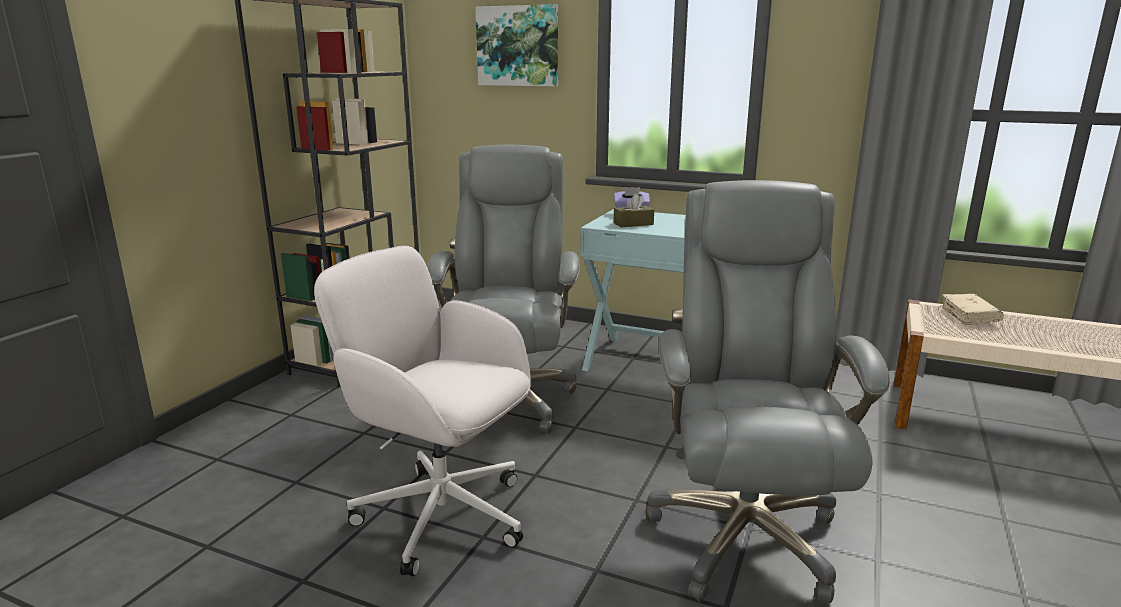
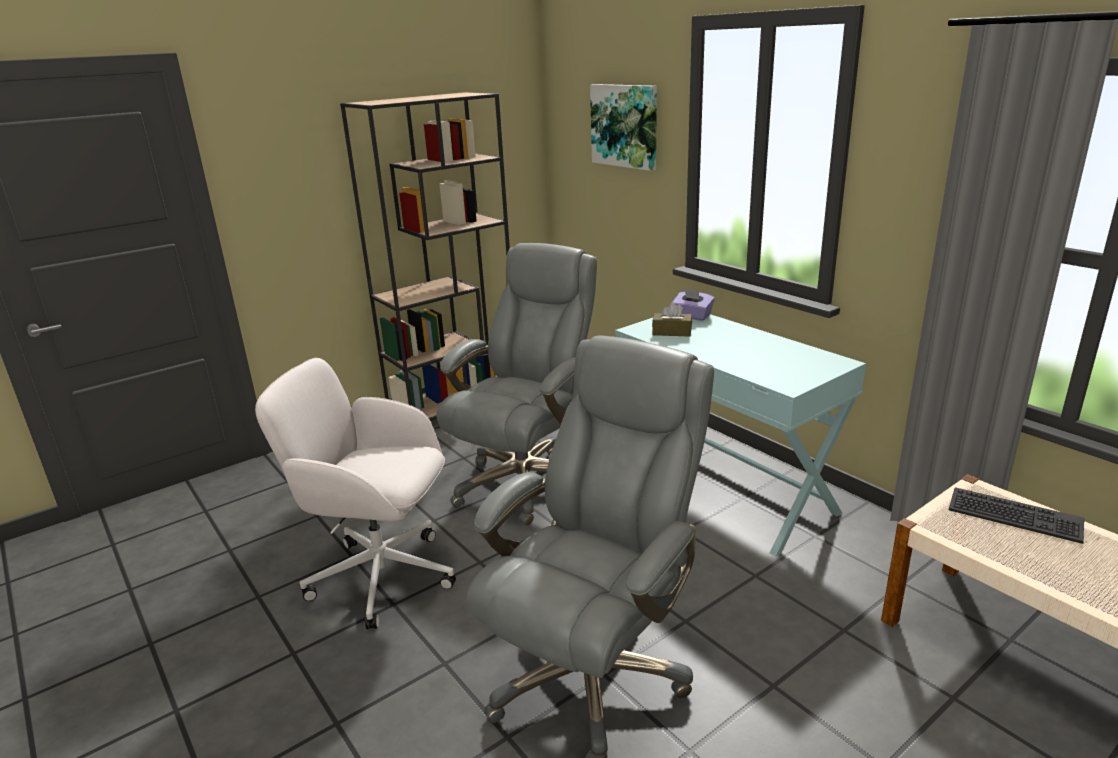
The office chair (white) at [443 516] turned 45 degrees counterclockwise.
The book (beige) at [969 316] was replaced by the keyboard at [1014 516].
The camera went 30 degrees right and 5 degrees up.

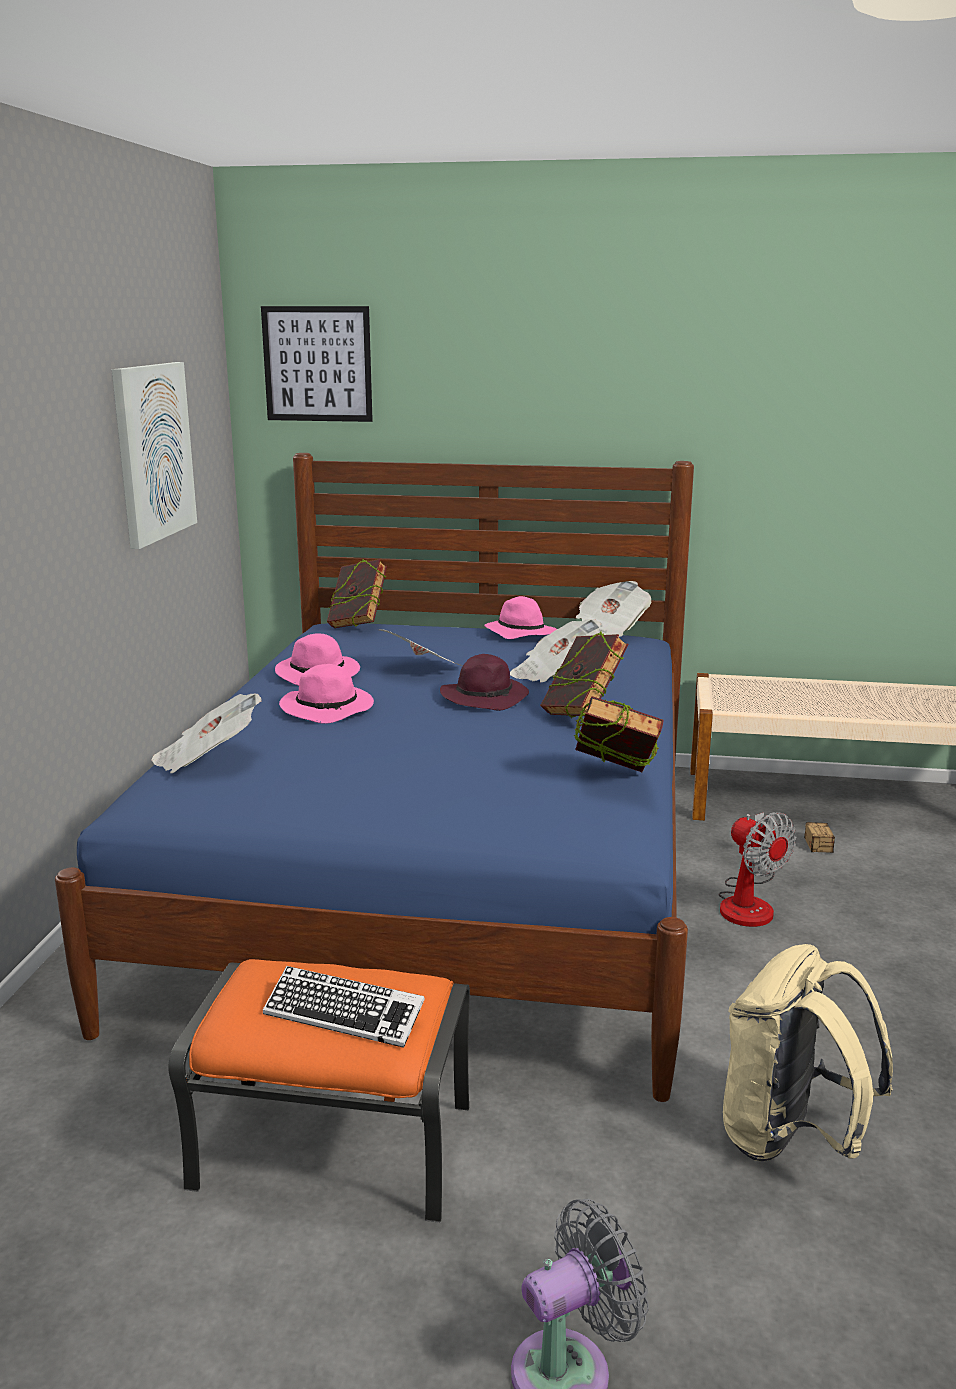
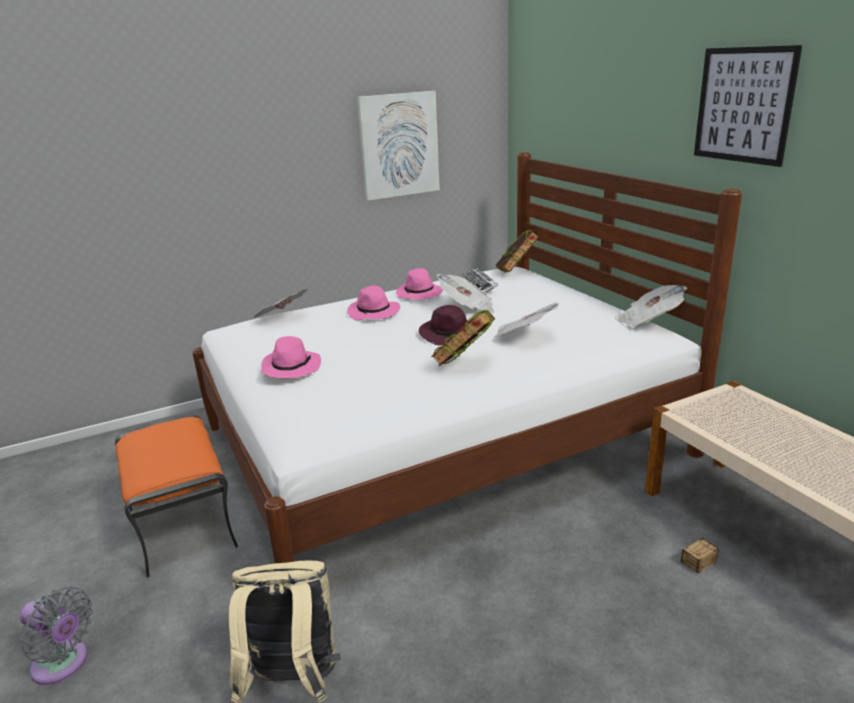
The bed (blue) at [441 877] became the bed (white) at [440 441].
The picture moved from [317 364] to [743 105].
The keyboard moved from [344 1014] to [478 285].
The hat (pink) moved from [519 633] to [290 368].
The book at [615 781] disappeared.
The fan at [749 903] disappeared.
The camera went 55 degrees right and 5 degrees up.

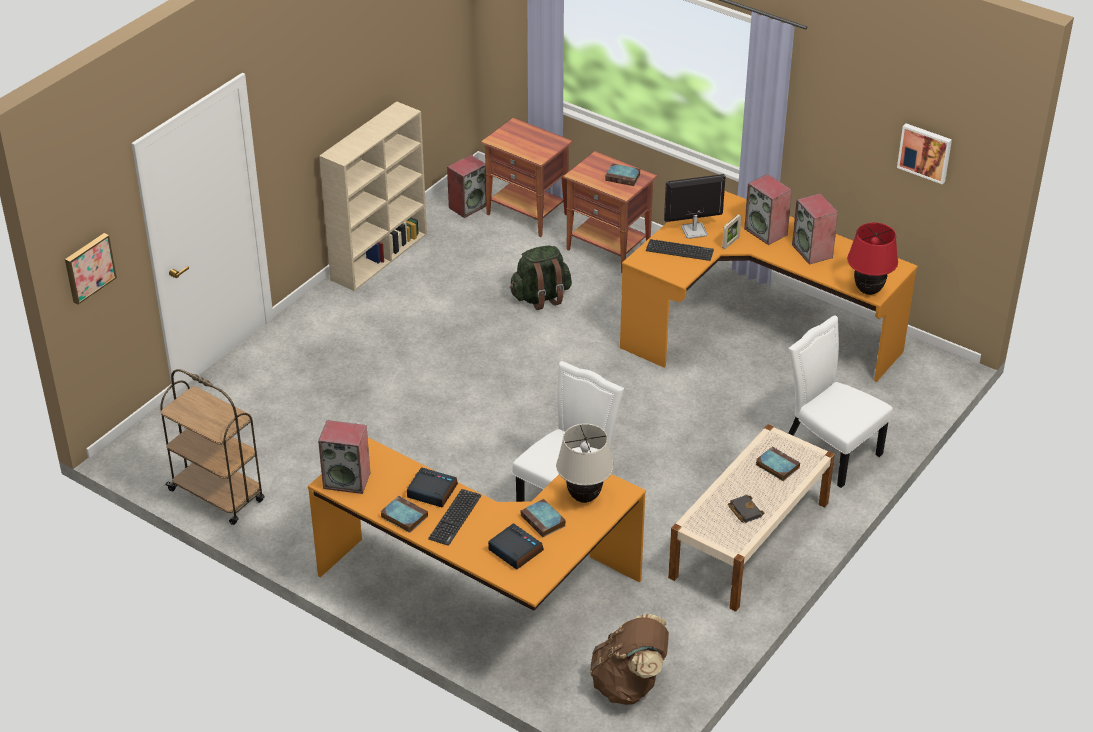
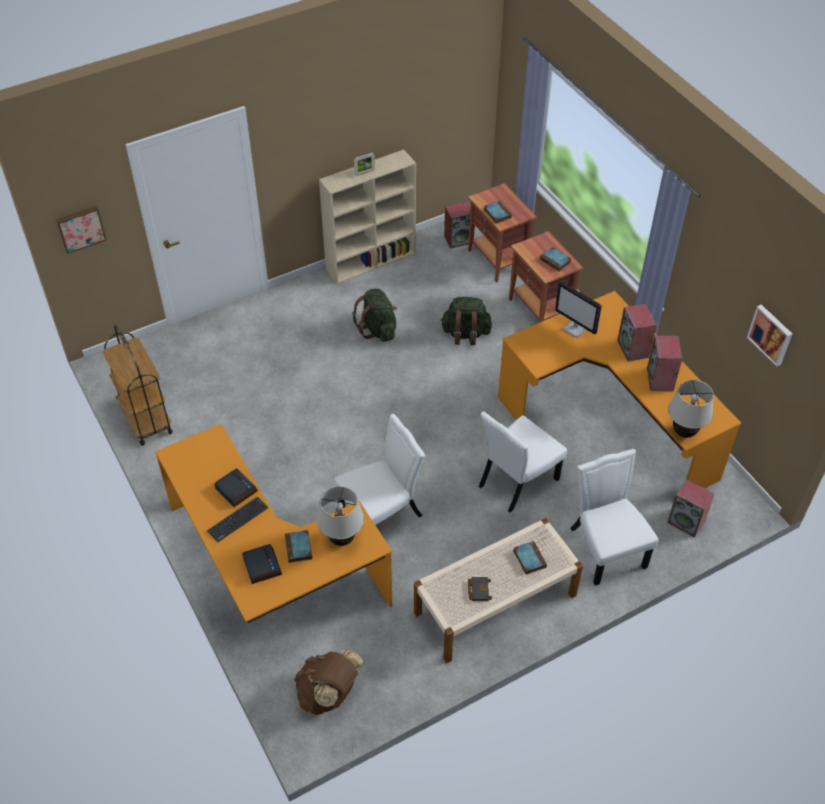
The speaker moved from [347 480] to [686 522].
The book moved from [403 516] to [496 213].
The keyboard at [679 250] disappeared.
The monitor at [693 231] turned 150 degrees counterclockwise.
The picture frame moved from [730 243] to [364 173].
The table lamp (red) at [868 291] became the table lamp (beige) at [684 432].
The backpack (green) at [378 329] appeared.
The chair (white) at [518 480] appeared.
The camera went 25 degrees right and 10 degrees up.

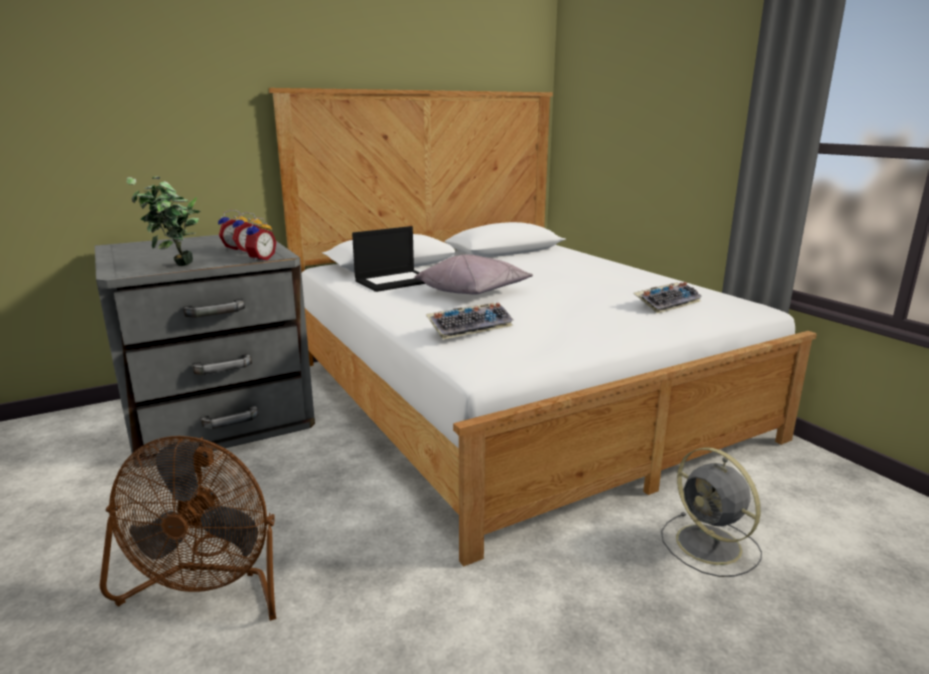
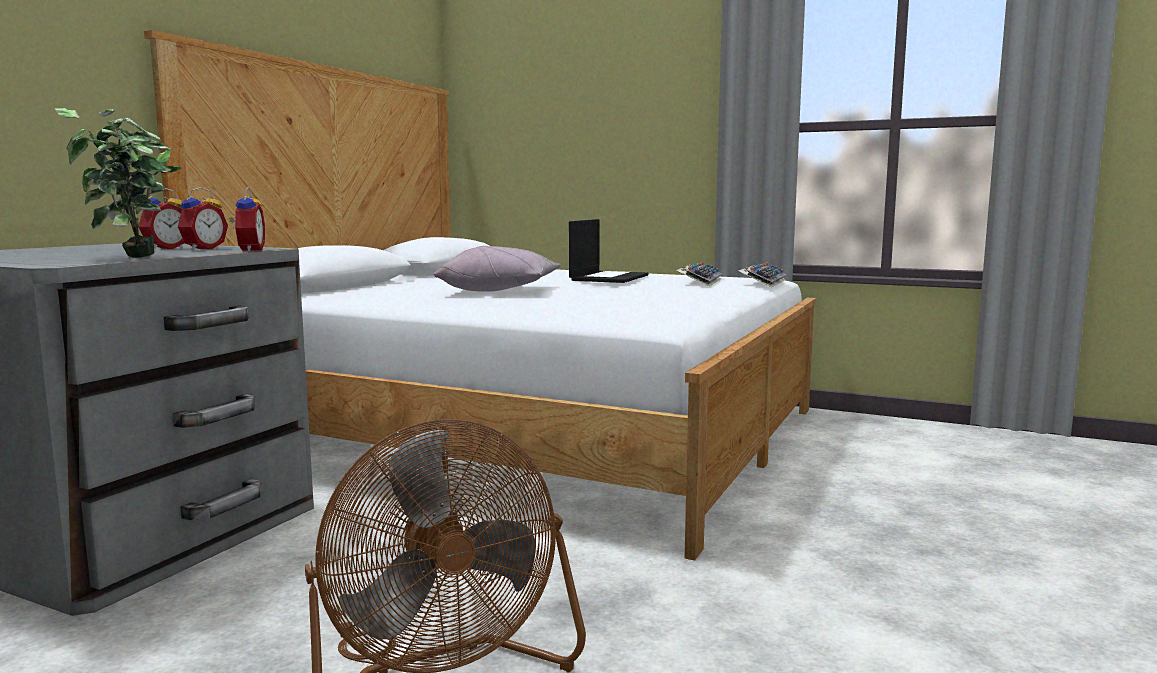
The laptop moved from [395 281] to [609 277].
The keyboard moved from [470 327] to [762 282].
The fan (grey) at [711 546] disappeared.
The camera went 35 degrees left and 10 degrees down.

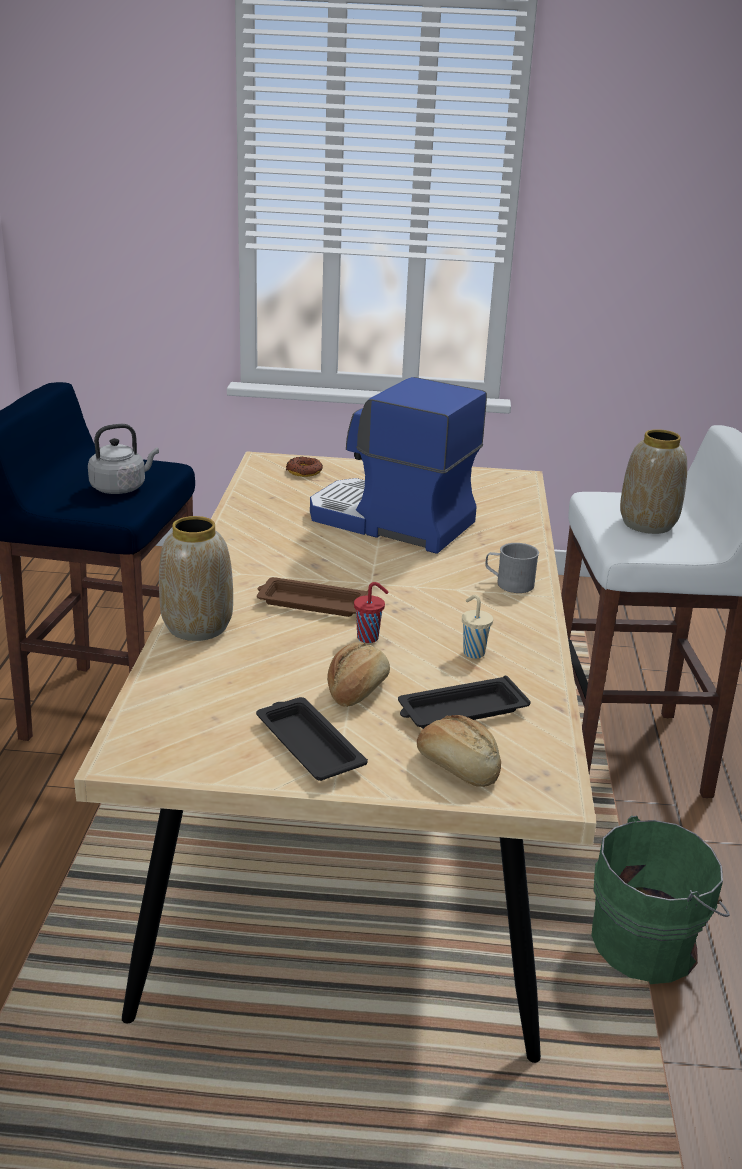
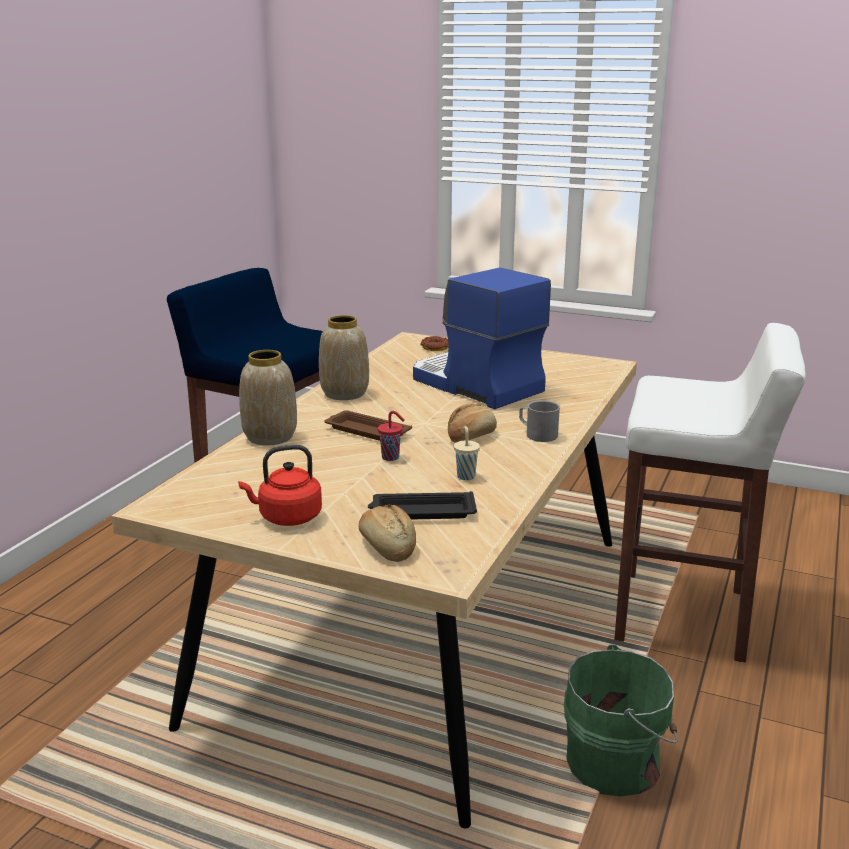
The kettle (grey) at [121 488] disappeared.
The tray (black) at [308 745] was replaced by the kettle (red) at [287 517].
The bread moved from [356 690] to [471 436].
The vase moved from [647 524] to [344 393].
The camera went 20 degrees right and 5 degrees down.

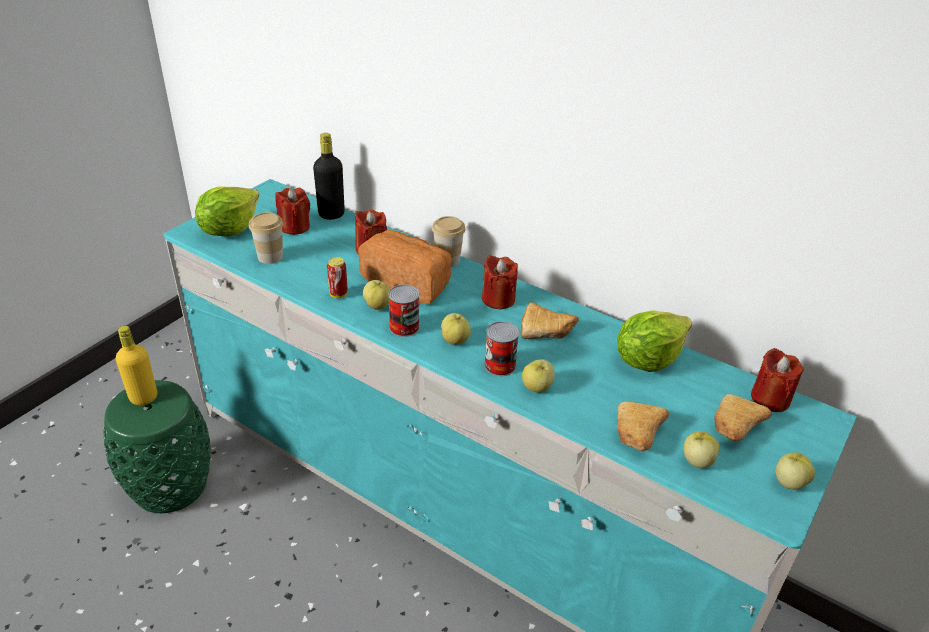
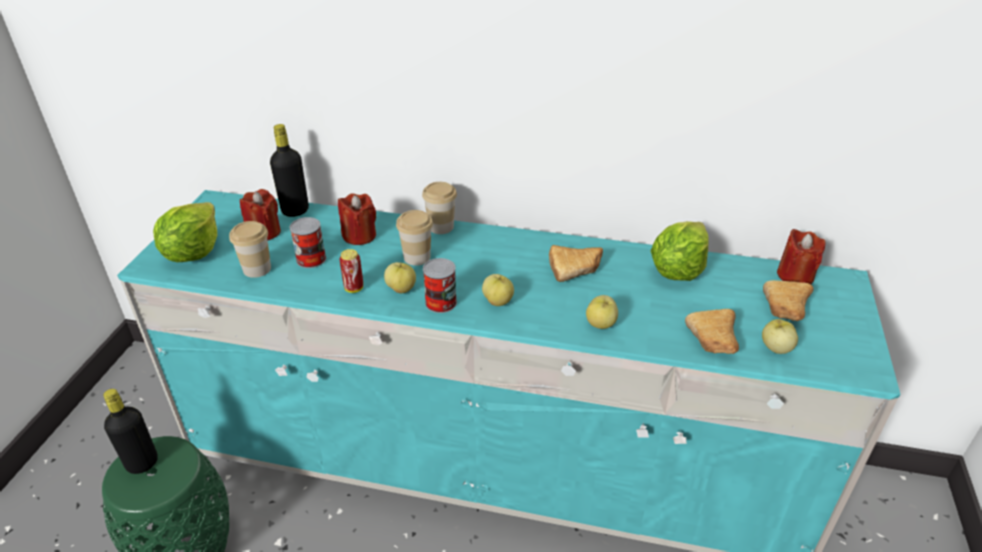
The bottle (yellow) at [143 398] became the bottle (black) at [142 463].
The bread at [408 282] was replaced by the cup at [417 257].
The candle (red) at [498 299] disappeared.
The can moved from [500 365] to [311 259].
The apple at [789 482] disappeared.
The camera went 20 degrees left and 0 degrees up.

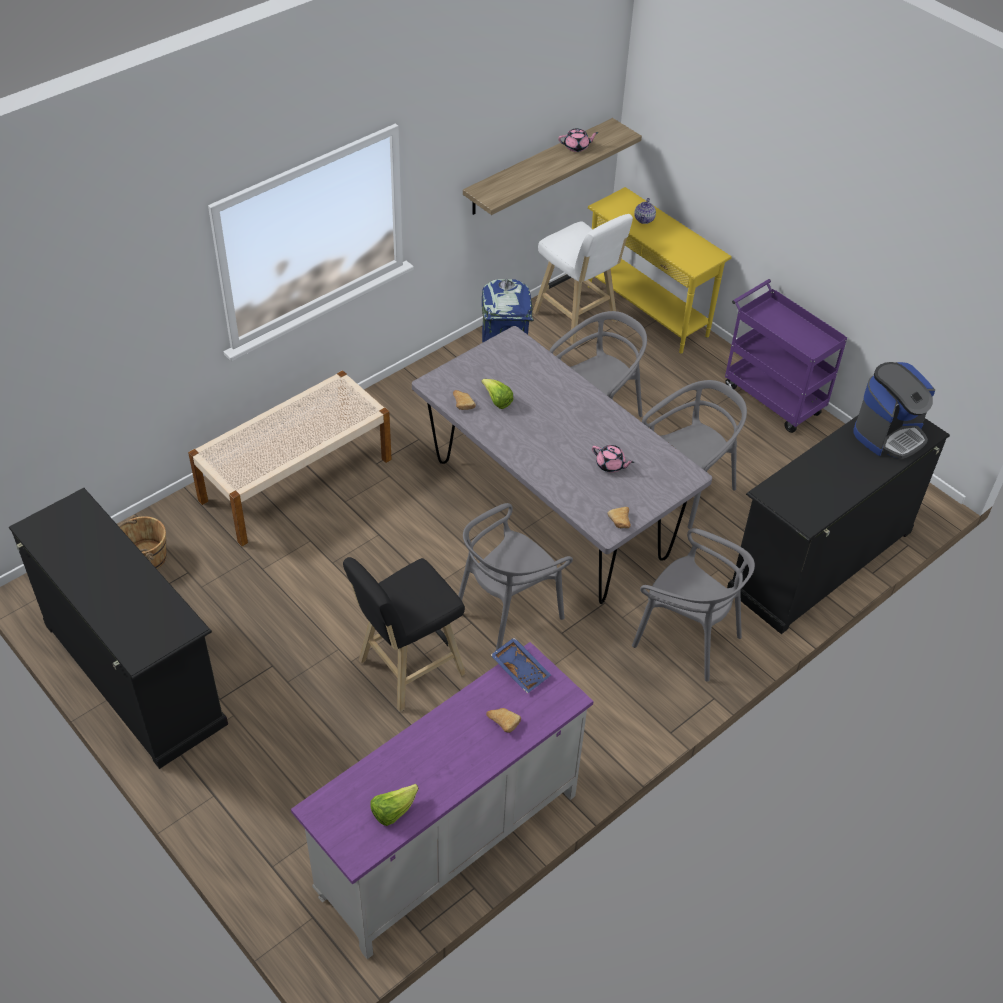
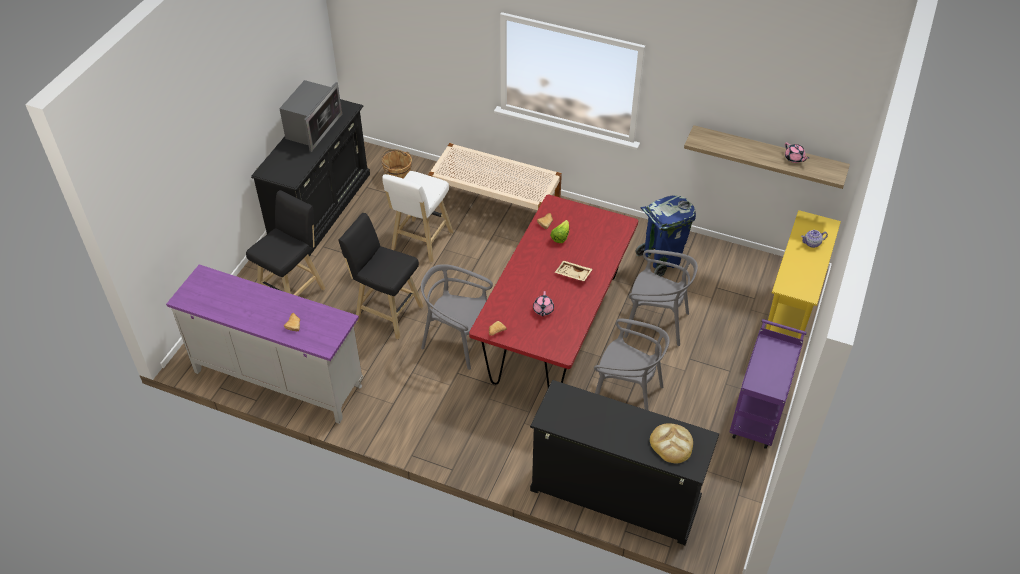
The lettuce at [393 811] disappeared.
The dining table (grey) at [552 510] became the dining table (red) at [555 331].
The tray (blue) at [521 669] disappeared.
The stool (white) moved from [577 319] to [420 243].
The chair (grey) at [687 638] disappeared.
The coffee machine at [889 434] was replaced by the bread at [671 444].
The stool (black) at [293 292] appeared.
The microwave at [312 128] appeared.
The tray (beige) at [573 274] appeared.
The camera went 65 degrees right and 0 degrees up.

